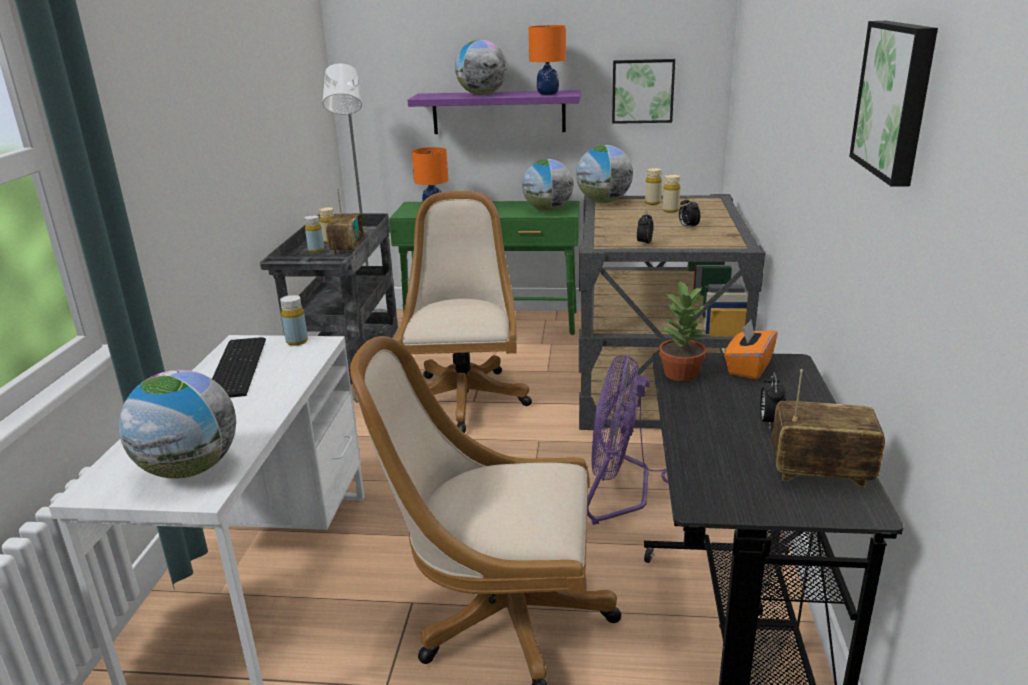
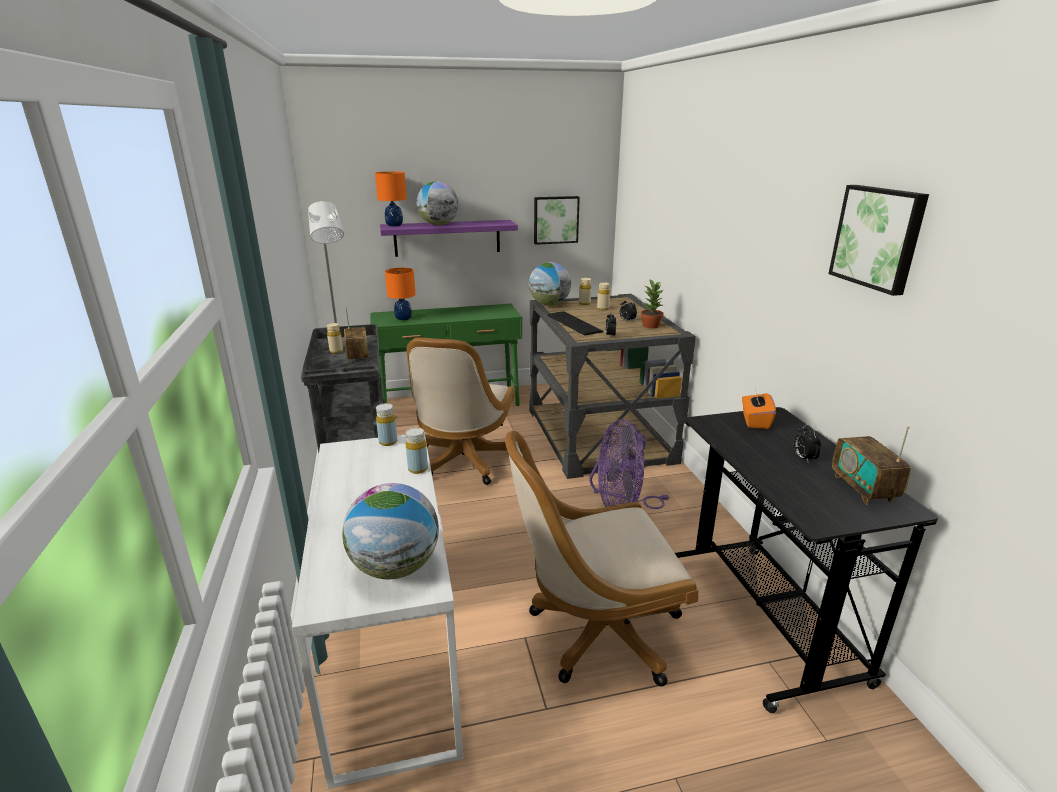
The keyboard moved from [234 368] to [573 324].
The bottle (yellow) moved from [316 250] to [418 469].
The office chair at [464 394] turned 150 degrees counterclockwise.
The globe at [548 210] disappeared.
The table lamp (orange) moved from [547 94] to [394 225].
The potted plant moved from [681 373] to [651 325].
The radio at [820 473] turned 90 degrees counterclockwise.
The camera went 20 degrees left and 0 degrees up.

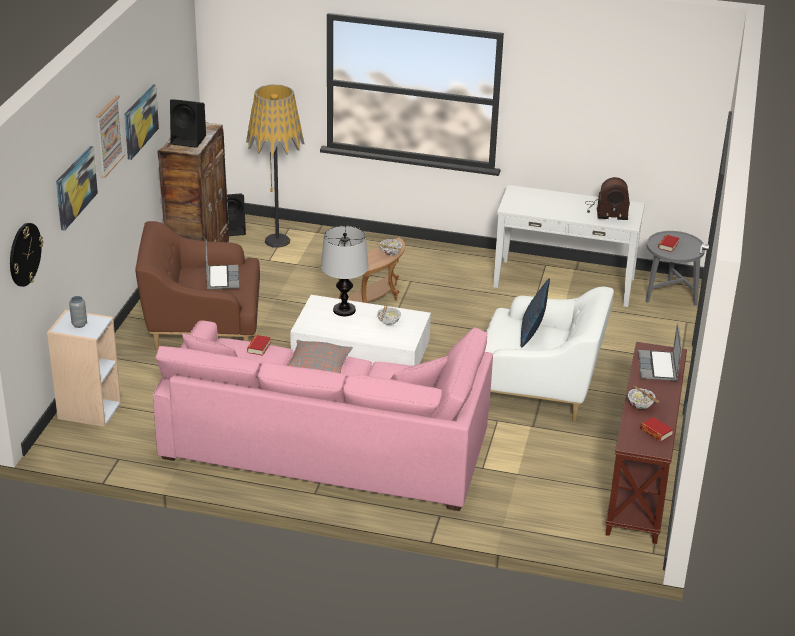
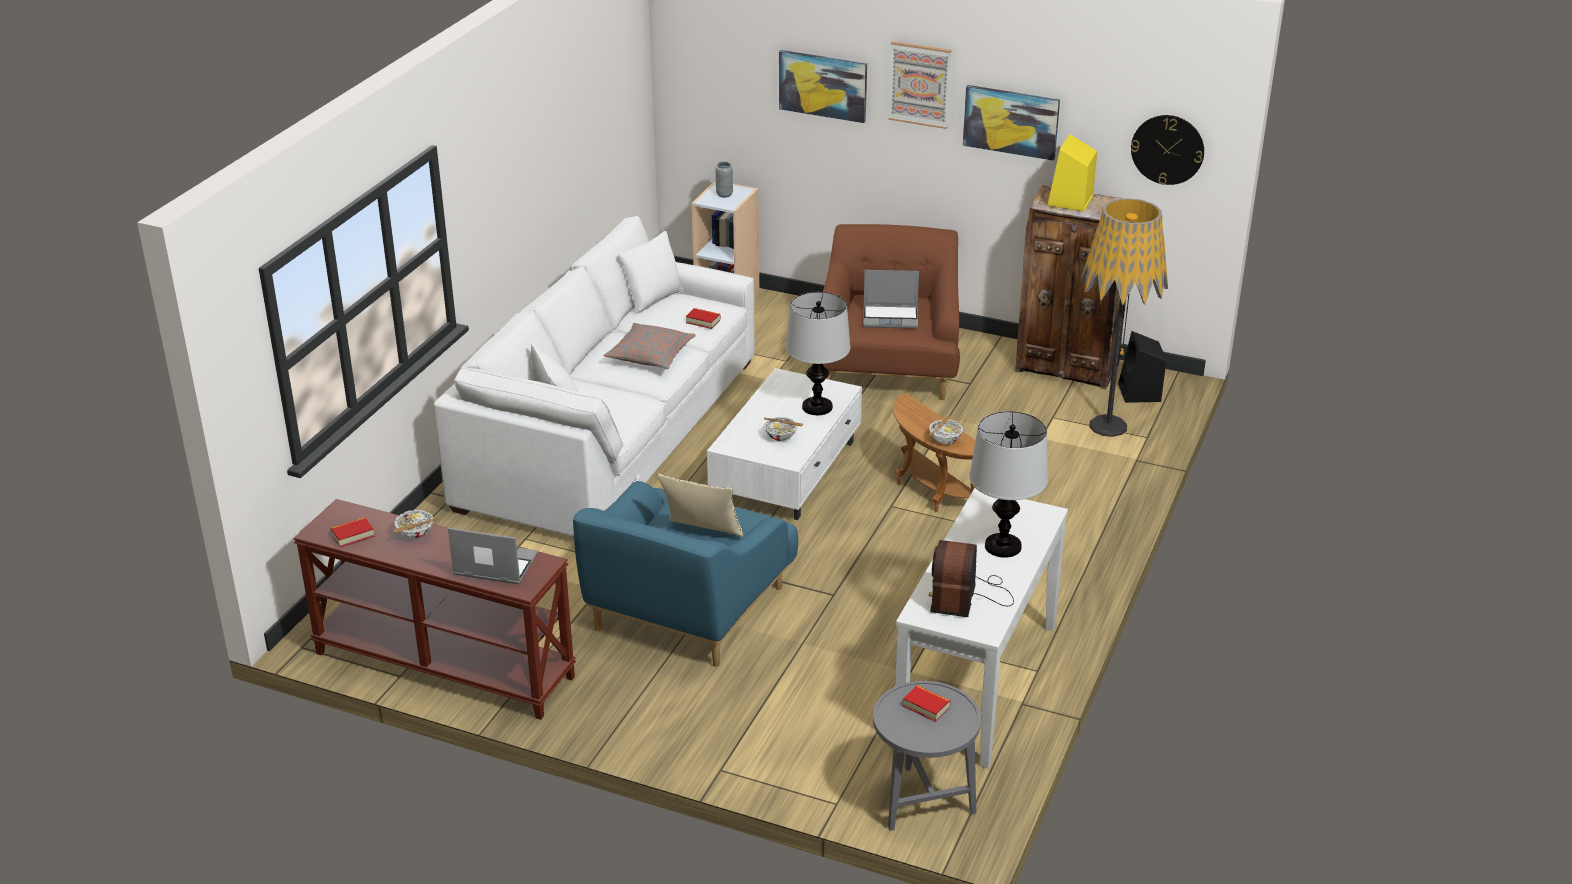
The wall clock moved from [24 254] to [1167 149].
The sofa (pink) at [324 446] became the sofa (white) at [611 432].
The speaker (black) at [189 140] became the speaker (yellow) at [1070 201].
The armchair (white) at [537 387] became the armchair (blue) at [687 608].
The pillow (blue) at [532 334] became the pillow (beige) at [702 535].
The table lamp at [1002 546] appeared.
The camera went 100 degrees right and 0 degrees up.

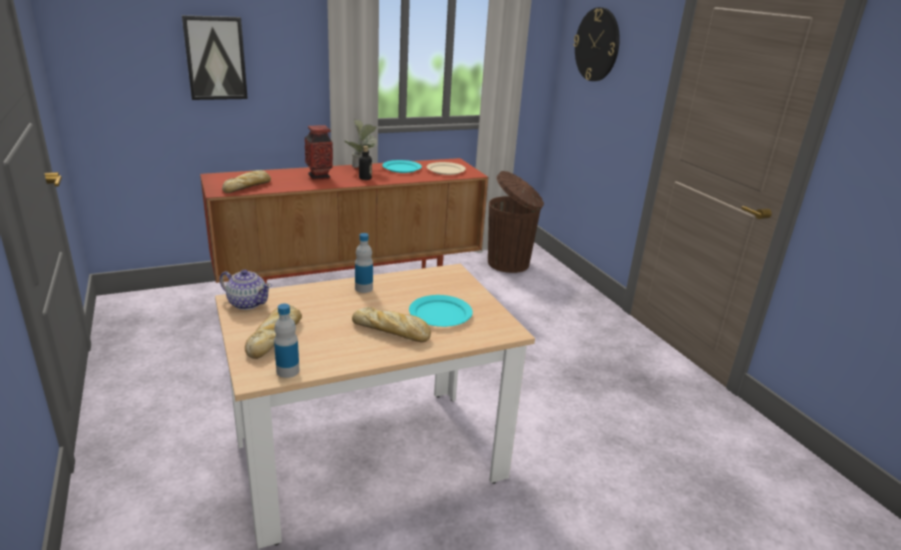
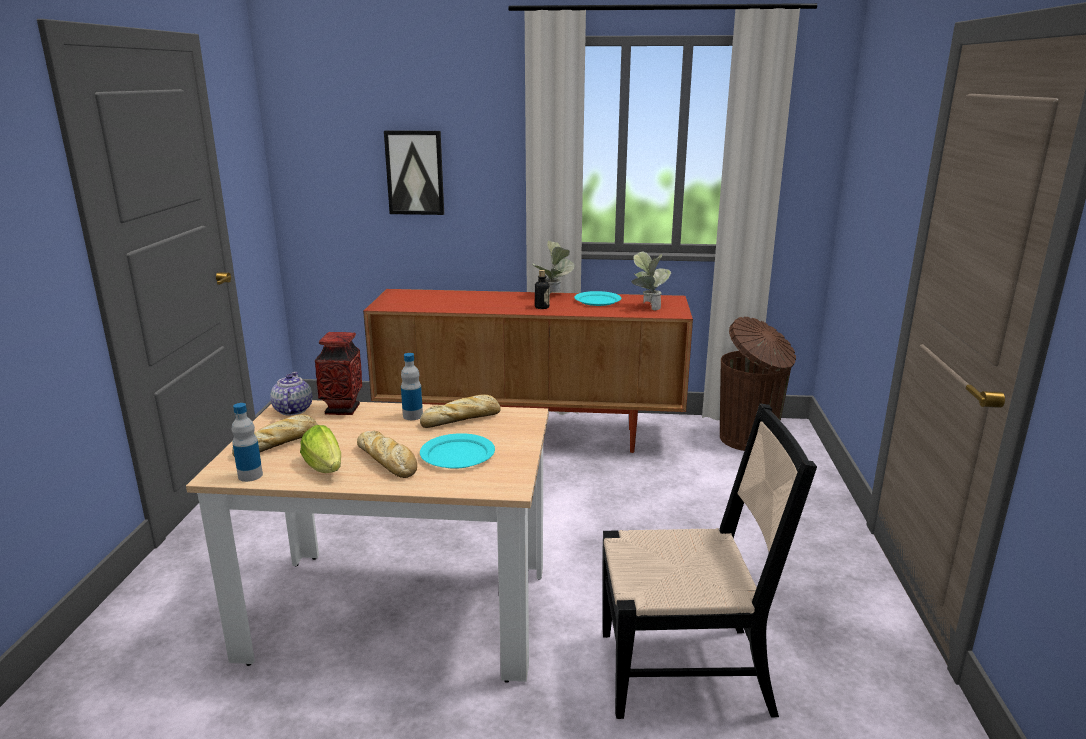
The teapot at [247 303] turned 150 degrees counterclockwise.
The bread moved from [248 186] to [462 418].
The vase moved from [319 176] to [342 409].
The plate (beige) at [446 170] was replaced by the potted plant at [647 307].
The wall clock at [597 45] disappeared.
The lettuce at [325 468] appeared.
The chair at [685 672] appeared.
The camera went 30 degrees right and 5 degrees down.

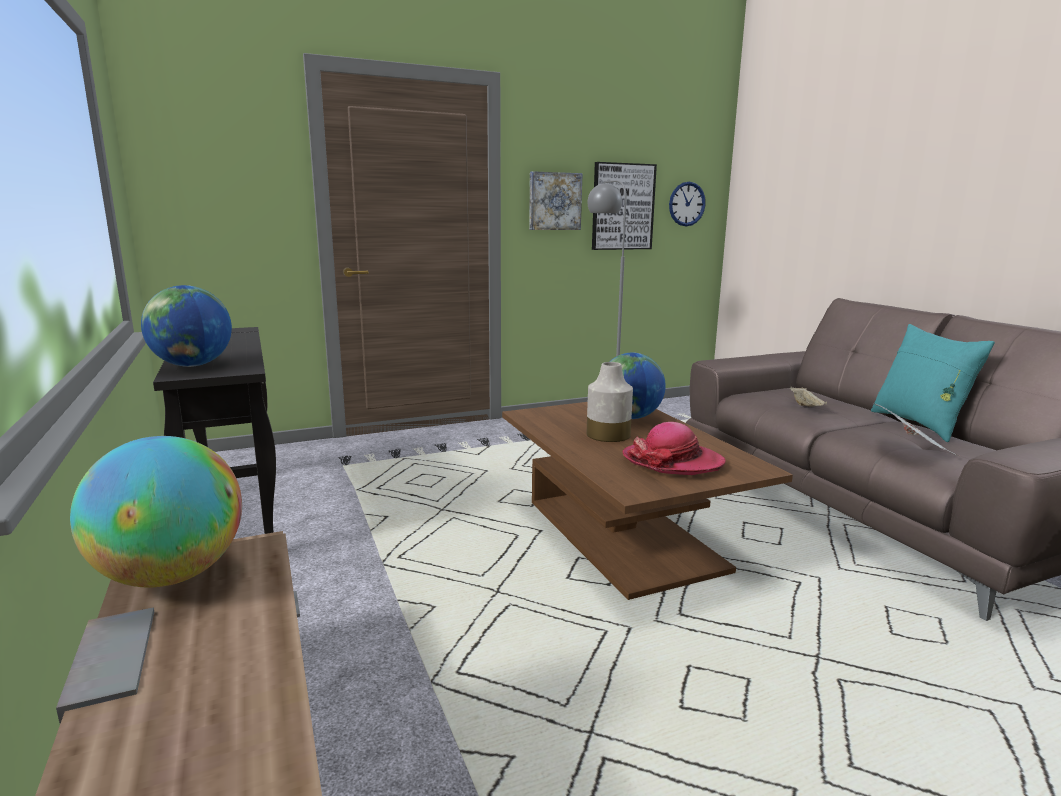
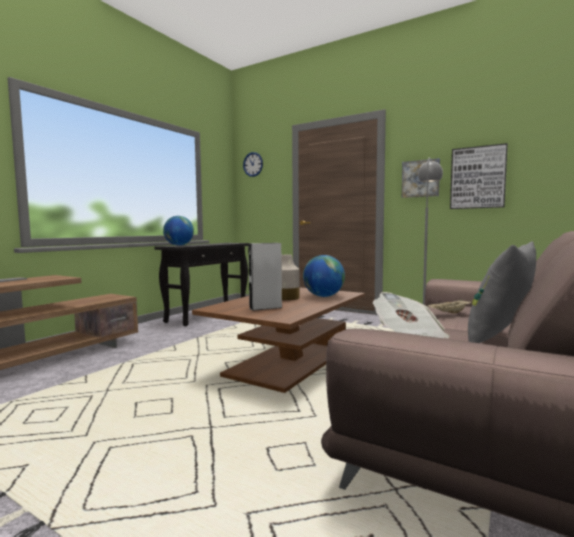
The globe at [172 576] disappeared.
The hat at [672 461] was replaced by the speaker (grey) at [265 308].
The wall clock moved from [687 204] to [253 164].
The pillow (turquoise) at [918 425] became the pillow (grey) at [500 338].
The camera went 55 degrees right and 10 degrees down.

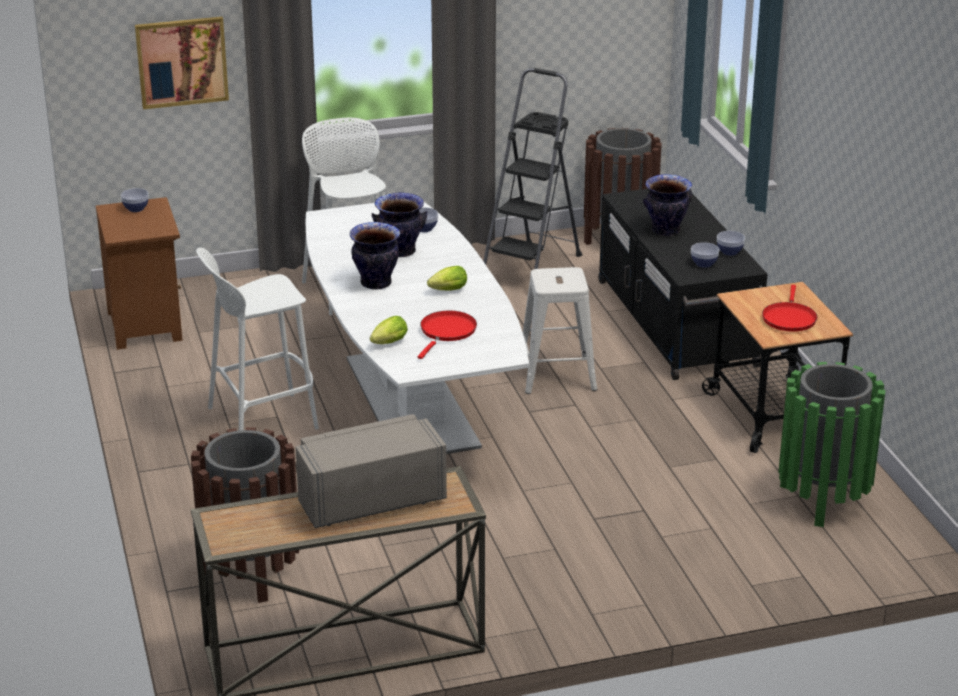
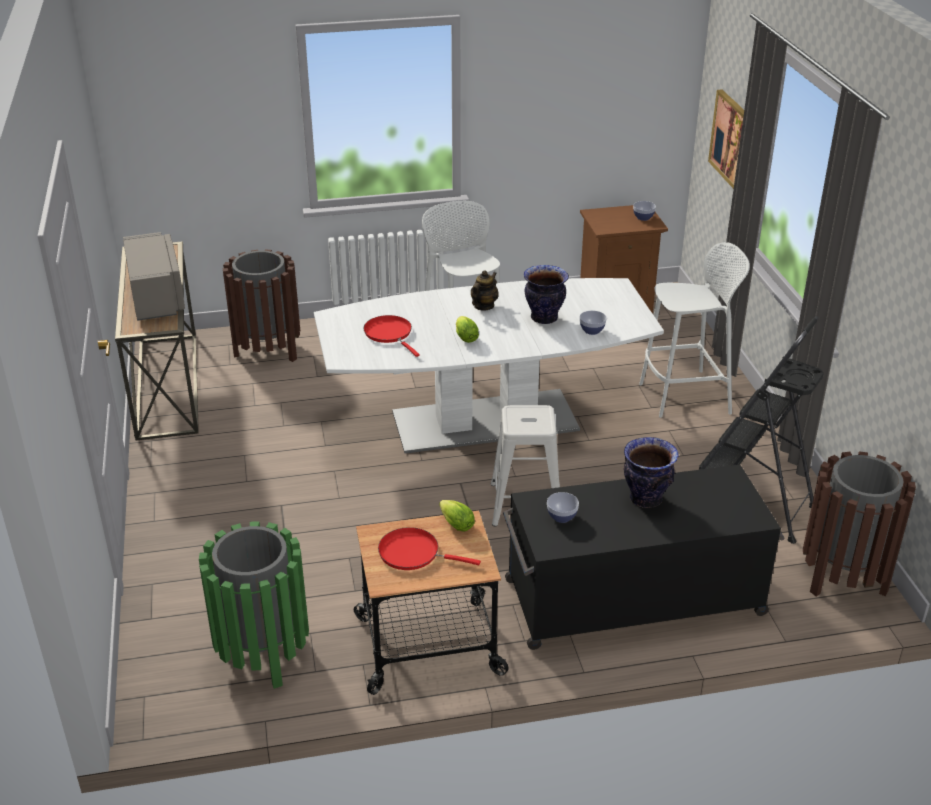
The vase at [376 283] was replaced by the teapot at [483 306].
The lettuce moved from [387 343] to [455 523].
The frying pan (red) at [446 332] turned 150 degrees counterclockwise.
The bowl at [729 251] disappeared.
The camera went 95 degrees right and 5 degrees up.

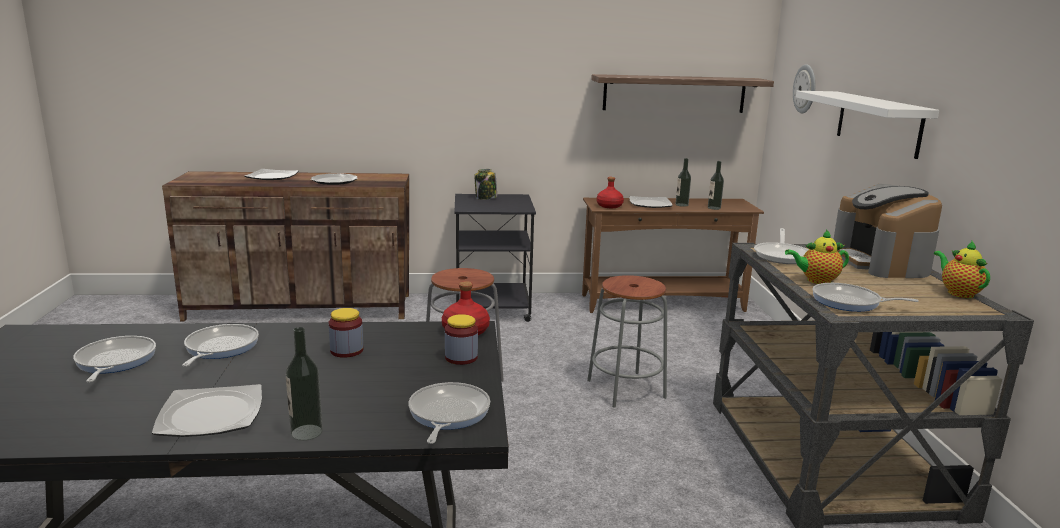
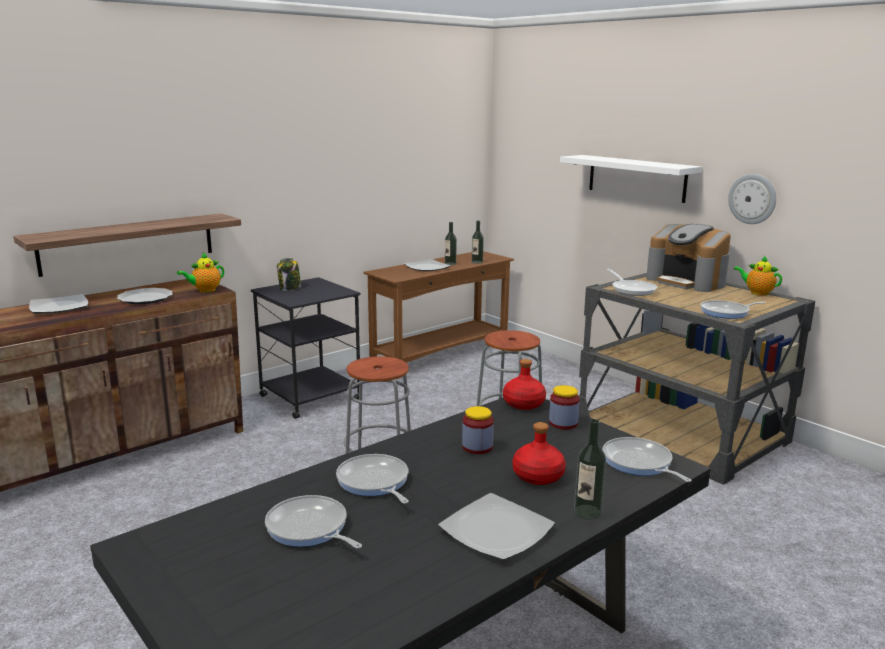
The shelf moved from [674 93] to [128 243].
The bottle (red) moved from [609 206] to [537 476].
The teapot moved from [816 281] to [205 290].
The wall clock moved from [805 89] to [752 199].
The camera went 35 degrees left and 0 degrees up.

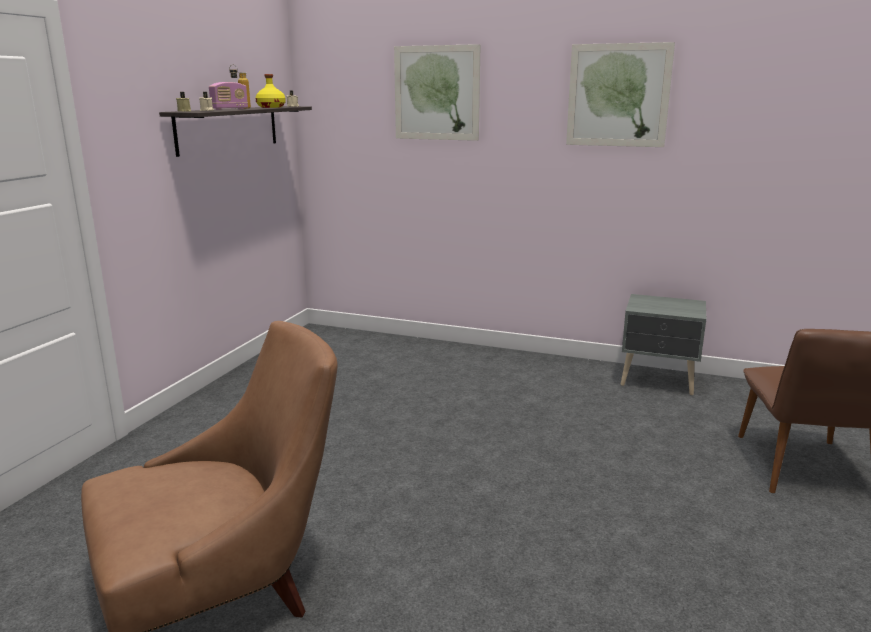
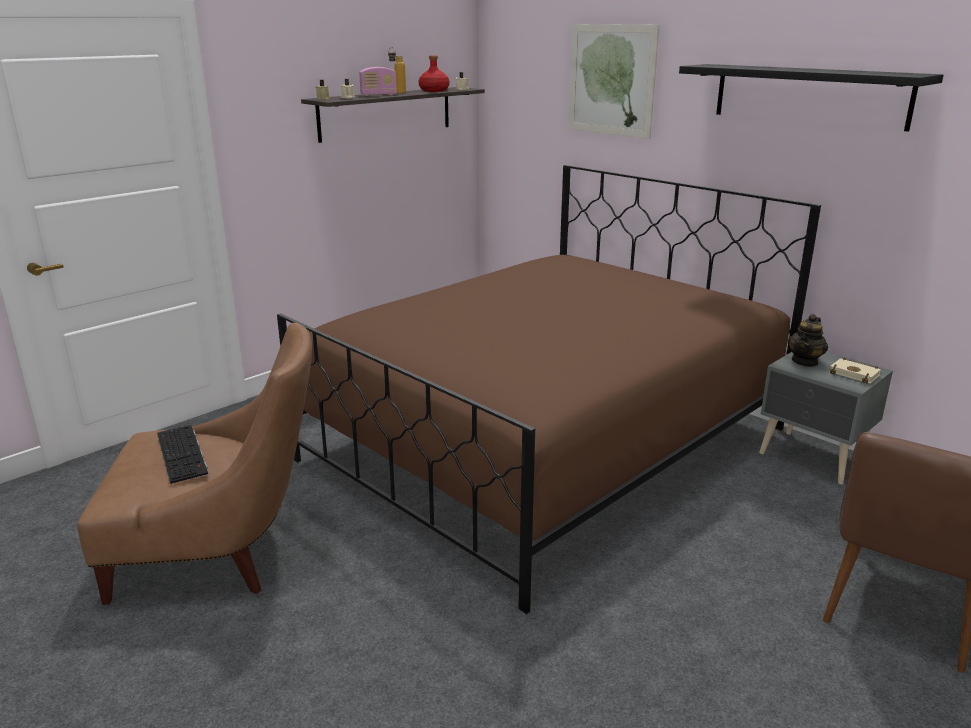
The bottle (yellow) at [271 107] became the bottle (red) at [434 91].
The picture at [618 95] was replaced by the shelf (black) at [809 95].
The keyboard at [183 454] appeared.
The bed (brown) at [548 443] appeared.
The teapot at [805 361] appeared.
The book (beige) at [856 374] appeared.
The camera went 25 degrees right and 5 degrees up.

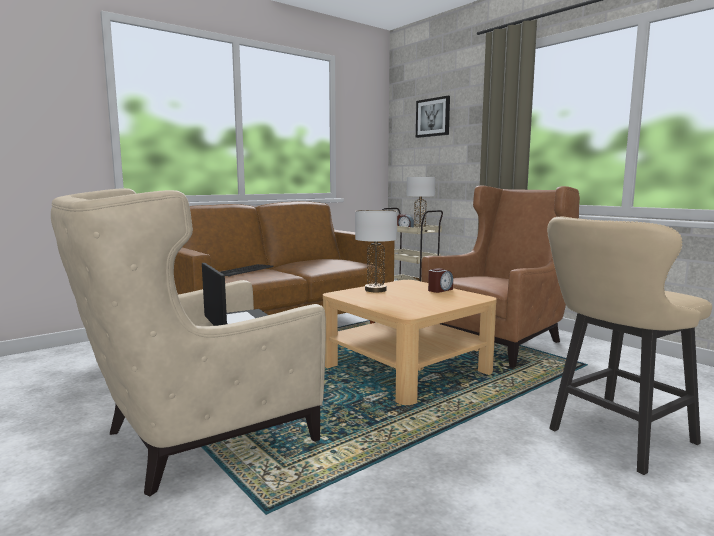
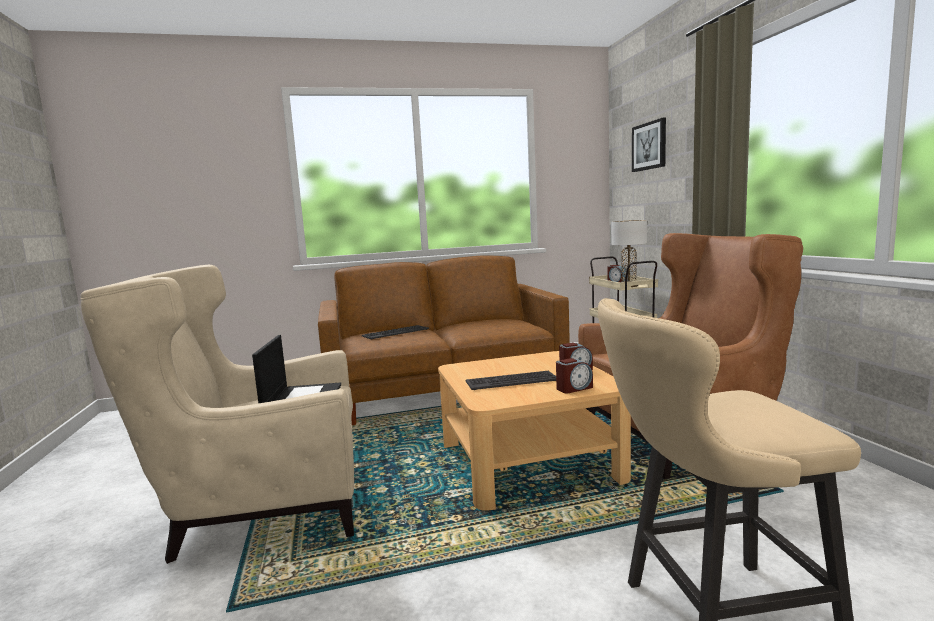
The table lamp at [375 290] disappeared.
The keyboard at [511 381] appeared.
The alarm clock at [574 388] appeared.
The camera went 25 degrees right and 0 degrees up.

